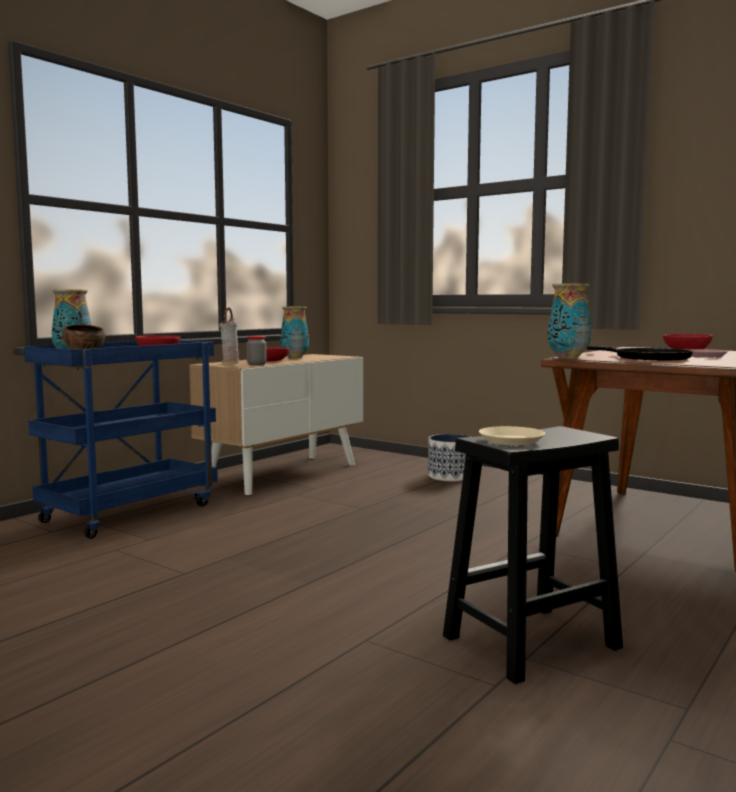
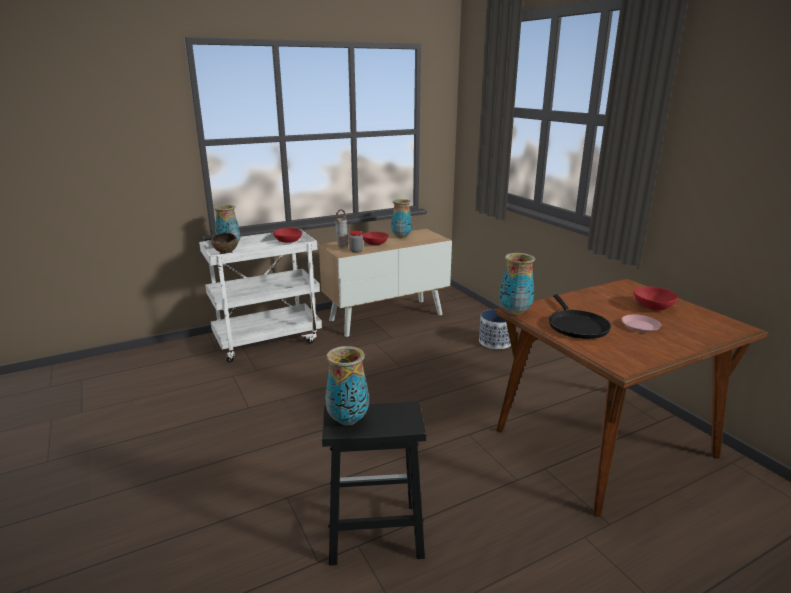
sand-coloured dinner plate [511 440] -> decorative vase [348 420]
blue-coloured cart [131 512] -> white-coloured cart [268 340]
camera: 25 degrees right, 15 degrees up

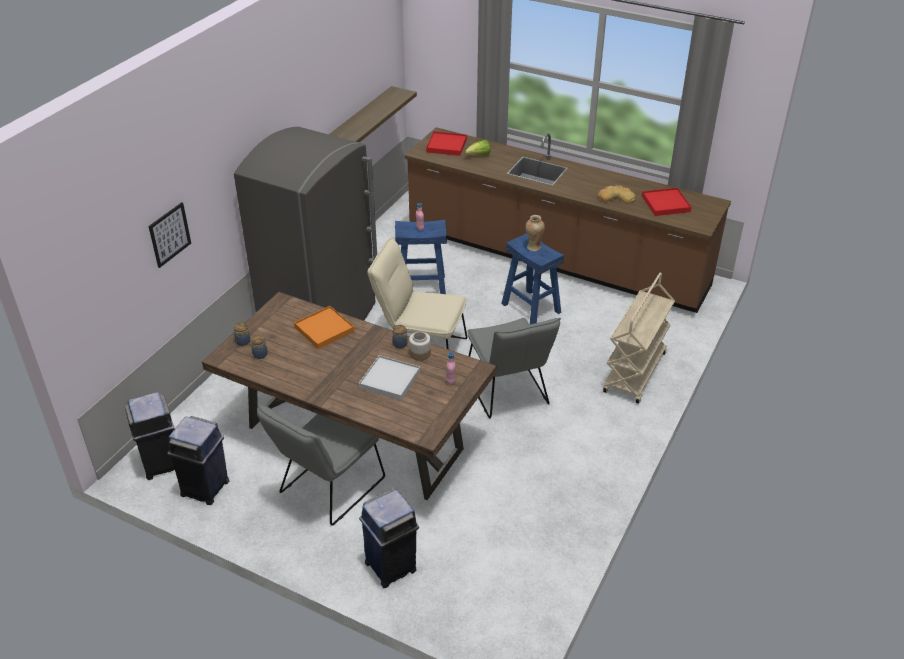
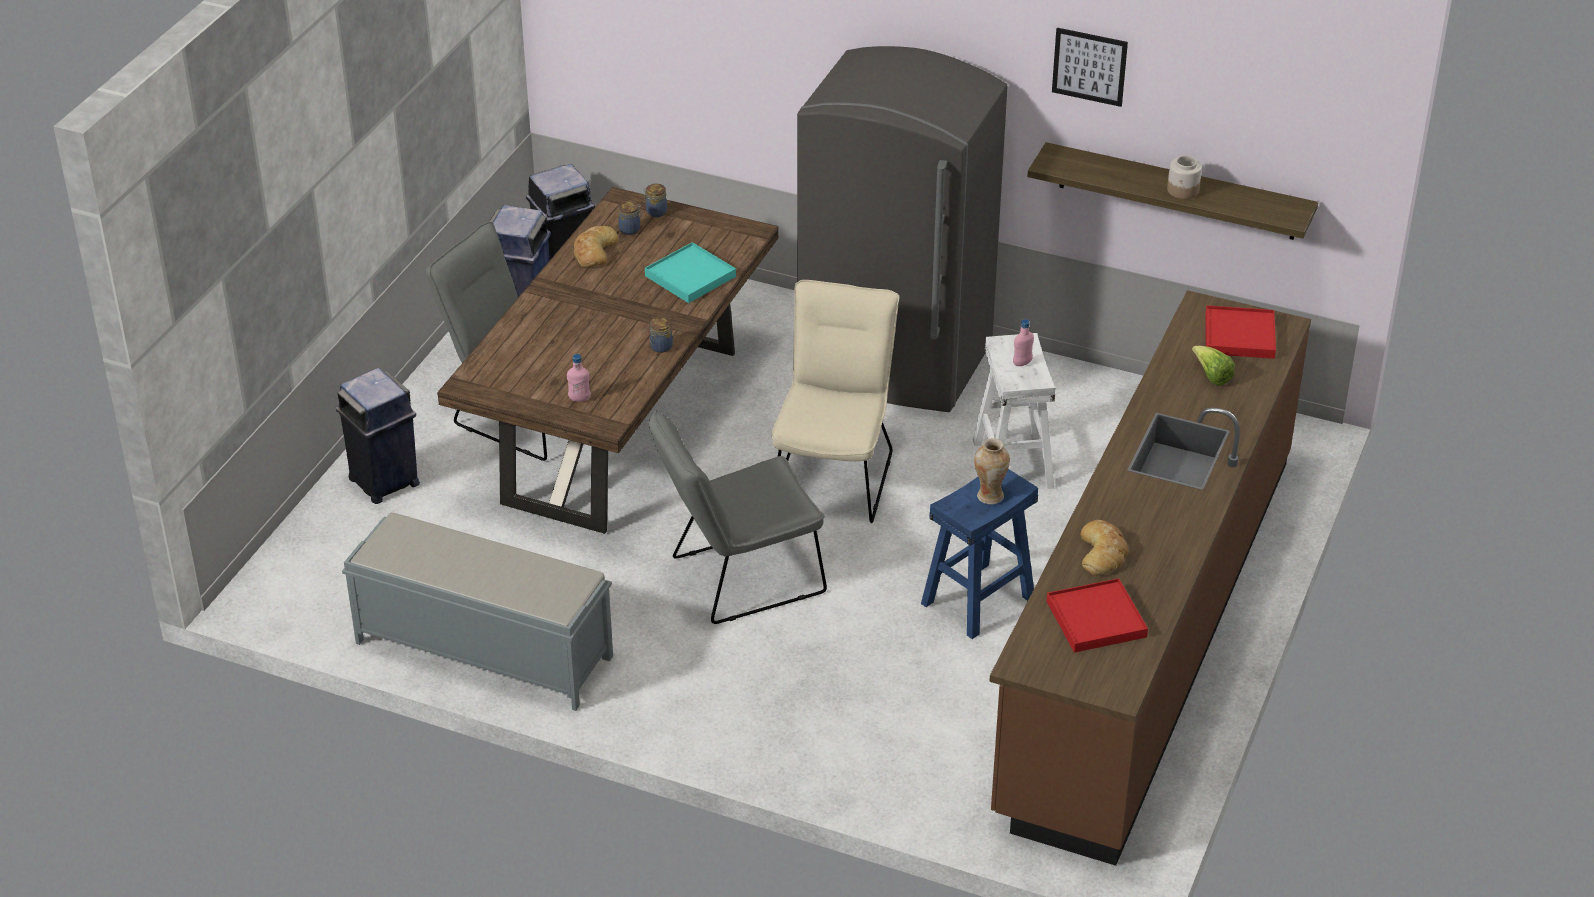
white-coloured serving tray [389 380] -> none
sand-coloured cart [635 373] -> none
none -> grey bench [482 649]
none -> baked bread [594 251]
wall picture [169 234] -> wall picture [1089 66], relocated
jar [420 353] -> jar [1183 190], relocated
orange serving tray [324 329] -> turquoise-coloured serving tray [690 276]
blue-coloured stool seat [422 286] -> white-coloured stool seat [1013 464]
camera: 85 degrees right, 0 degrees up

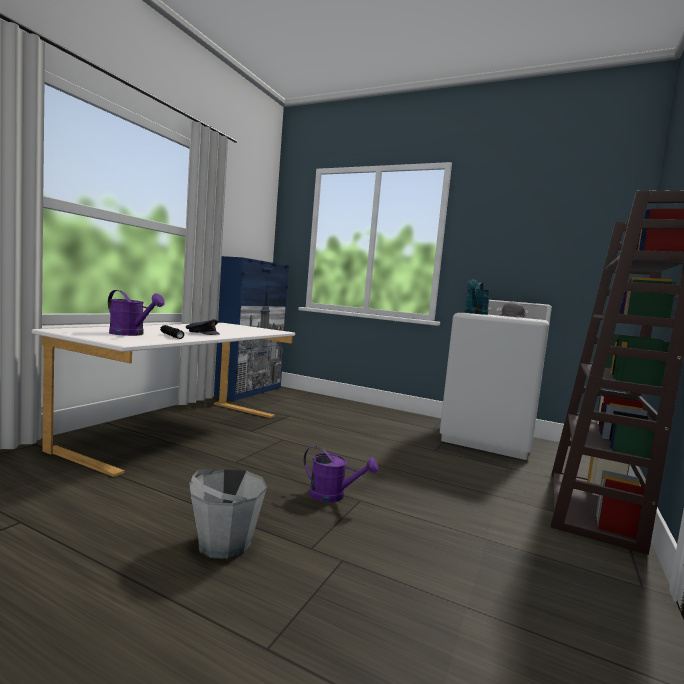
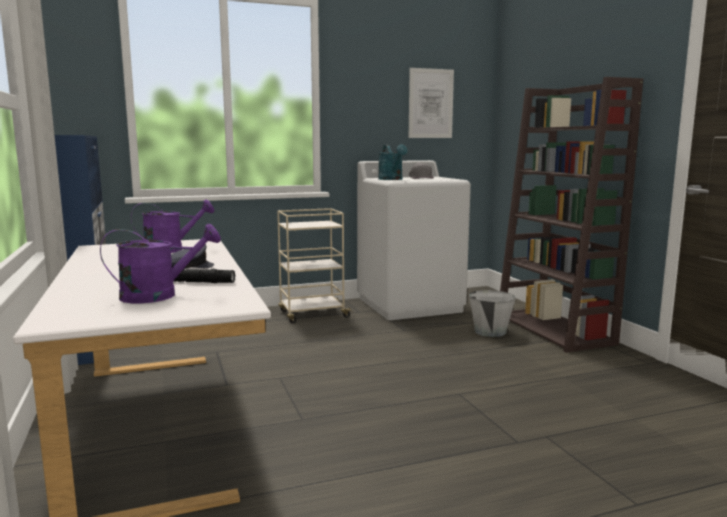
none -> sand-coloured cart [312 314]
none -> wall picture [430 103]
grey pail [224 543] -> grey pail [490 332], relocated
purple watering can [333 496] -> purple watering can [171 250], relocated
camera: 45 degrees left, 5 degrees up

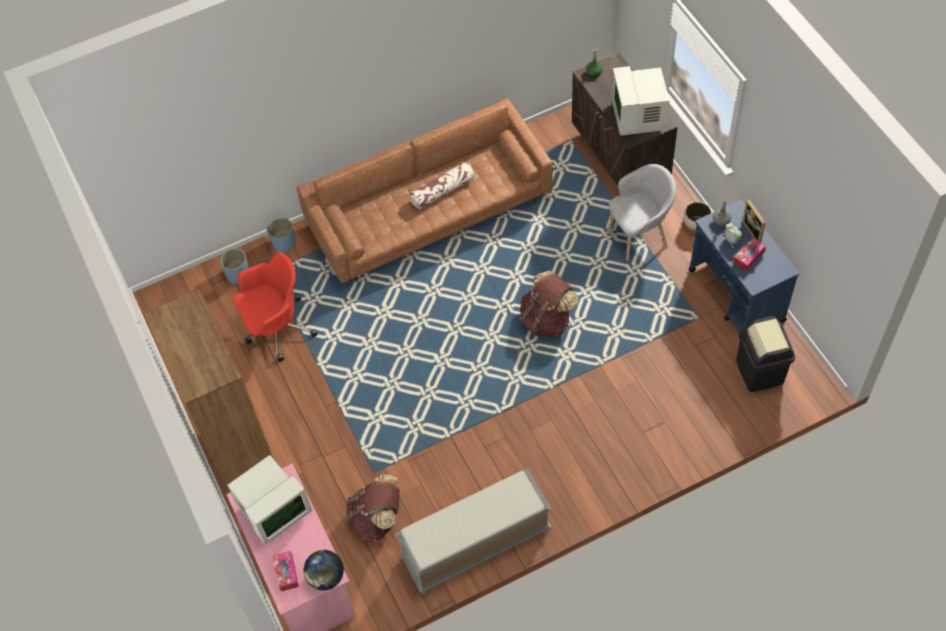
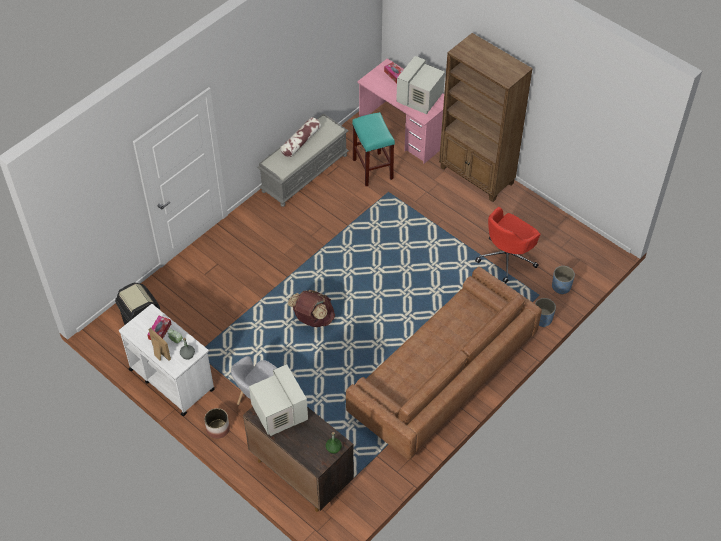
world globe [326 577] -> none
cushion [443 191] -> cushion [300 142], relocated
brownish knapsack [377 519] -> turquoise-coloured stool seat [372 169]
blue-coloured cart [737 296] -> white-coloured cart [171 379]
camera: 155 degrees right, 5 degrees down

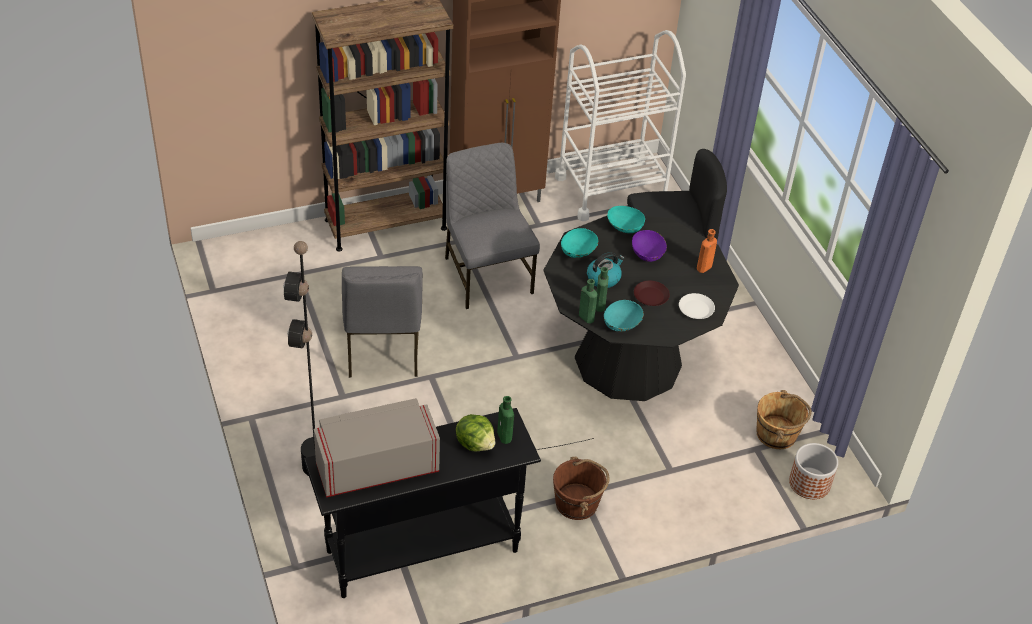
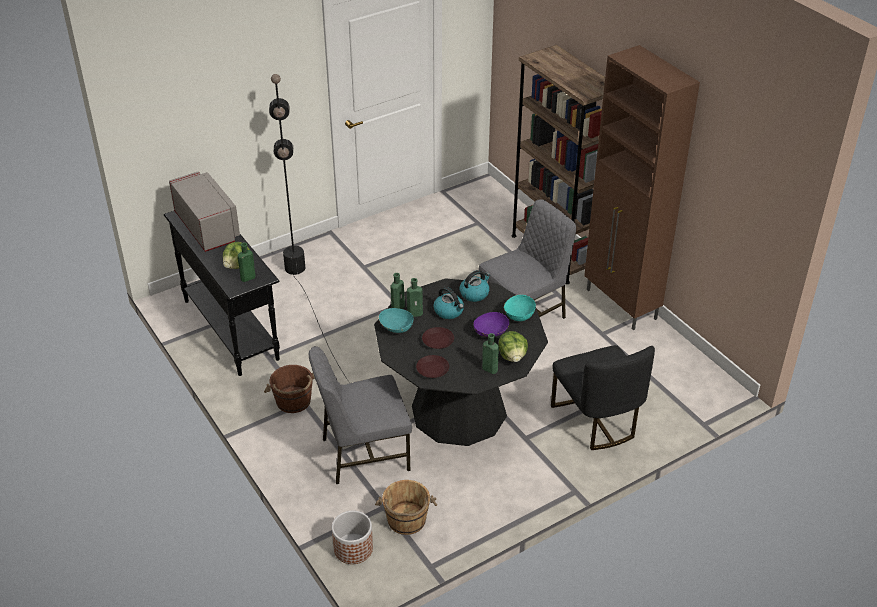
white-coloured cart [611 189] -> none
none -> lettuce head [512 356]
grey upright chair [382 348] -> grey upright chair [363 453], relocated
turquoise-coloured bowl [578 252] -> kettle [474 293]
white-coloured dinner plate [696 309] -> brownish dinner plate [432 369]
orange drink bottle [703 268] -> greenish drink bottle [488 369]
camera: 80 degrees right, 5 degrees down

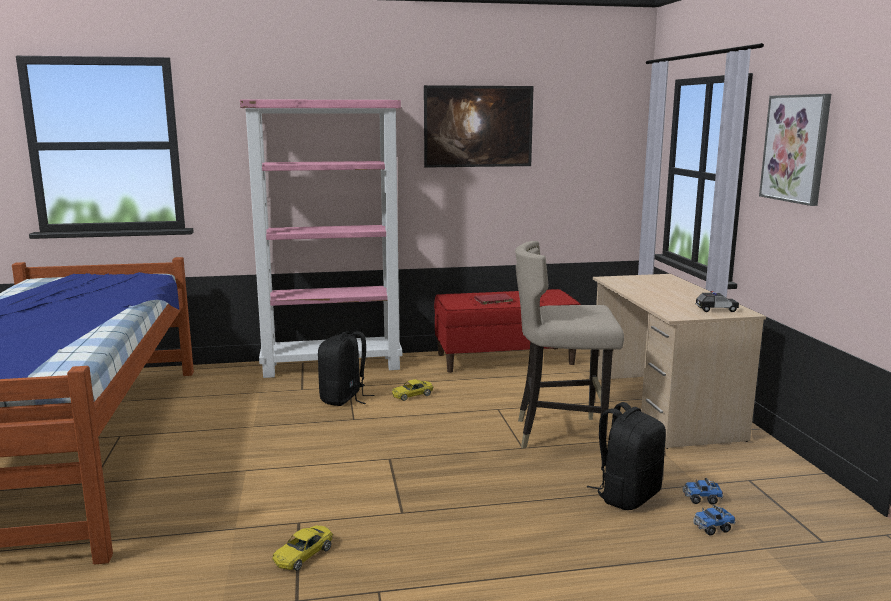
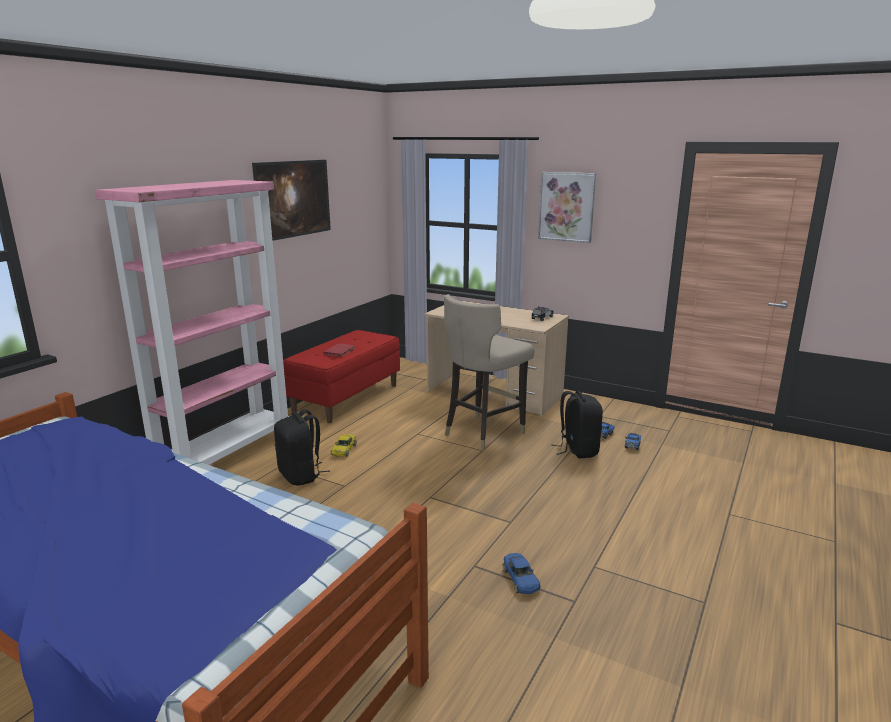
yellow-coloured model car [303 555] -> blue-coloured model car [520 579]
camera: 50 degrees left, 5 degrees up

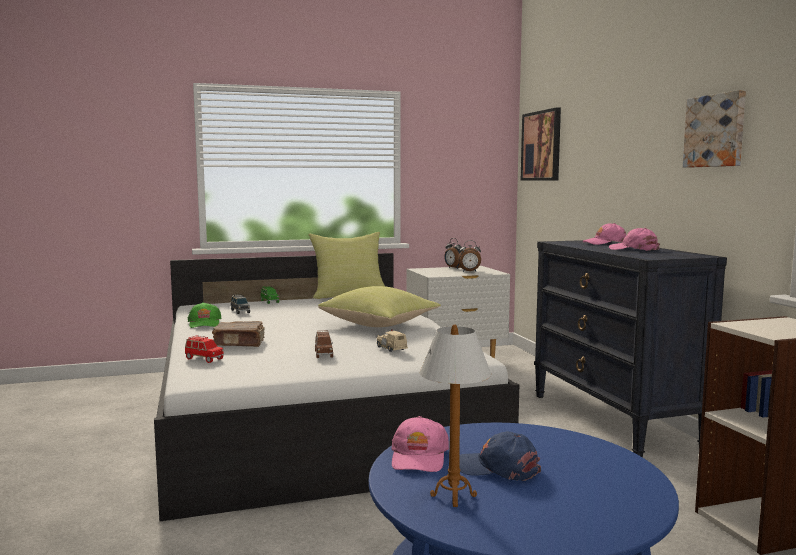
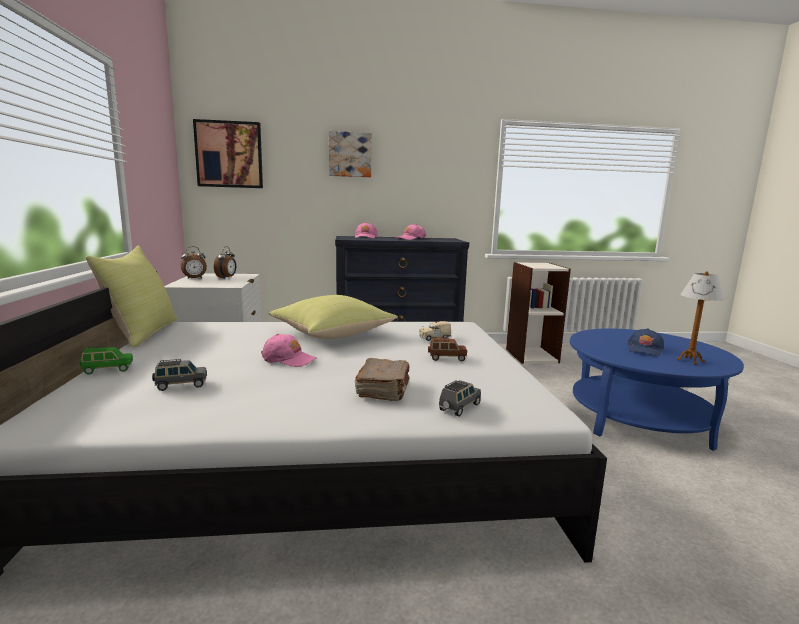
greenish peaked cap [204 323] -> none
pink-coloured peaked cap [419 456] -> pink-coloured peaked cap [288 359], relocated
wall picture [716 131] -> wall picture [350 154], relocated
reddish model car [204 359] -> grey model car [459 407]
camera: 80 degrees left, 5 degrees up

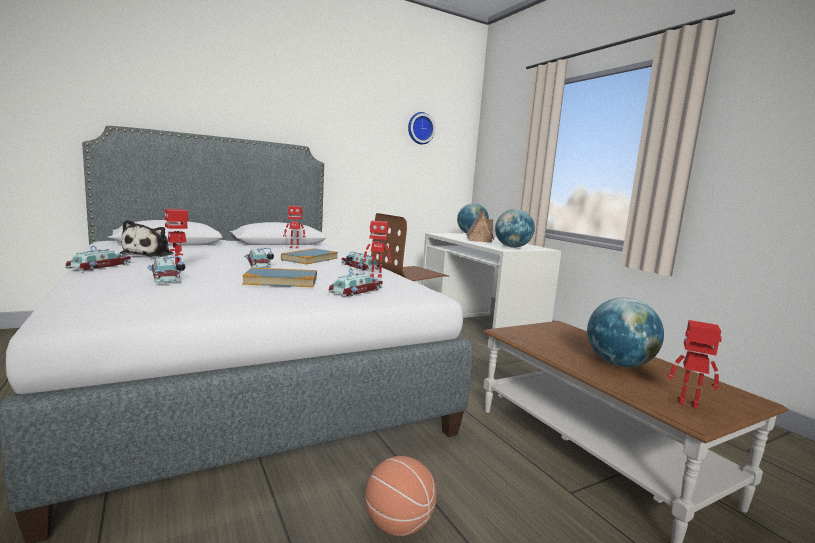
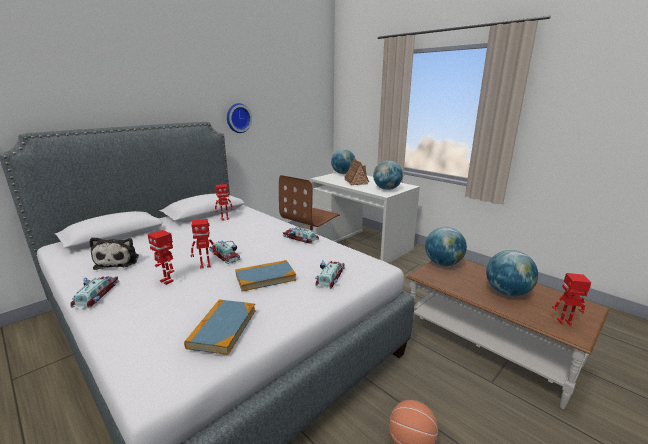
model car [167 277] -> none
none -> world globe [443 263]
bound book [310 259] -> bound book [223 328], relocated
model robot [376 276] -> model robot [205 265], relocated
clock on the wall [420 128] -> clock on the wall [238 118], relocated
camera: 15 degrees left, 10 degrees up

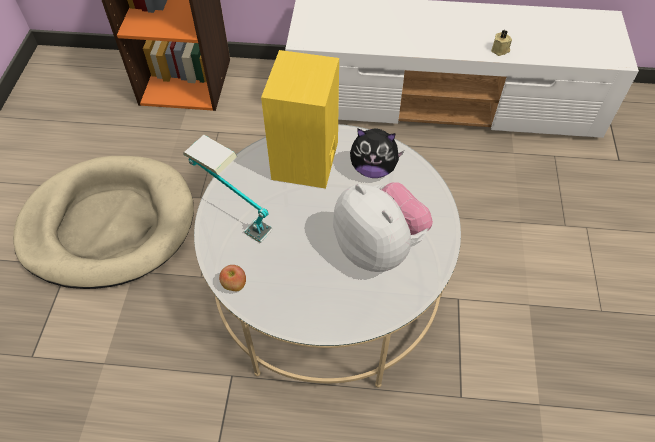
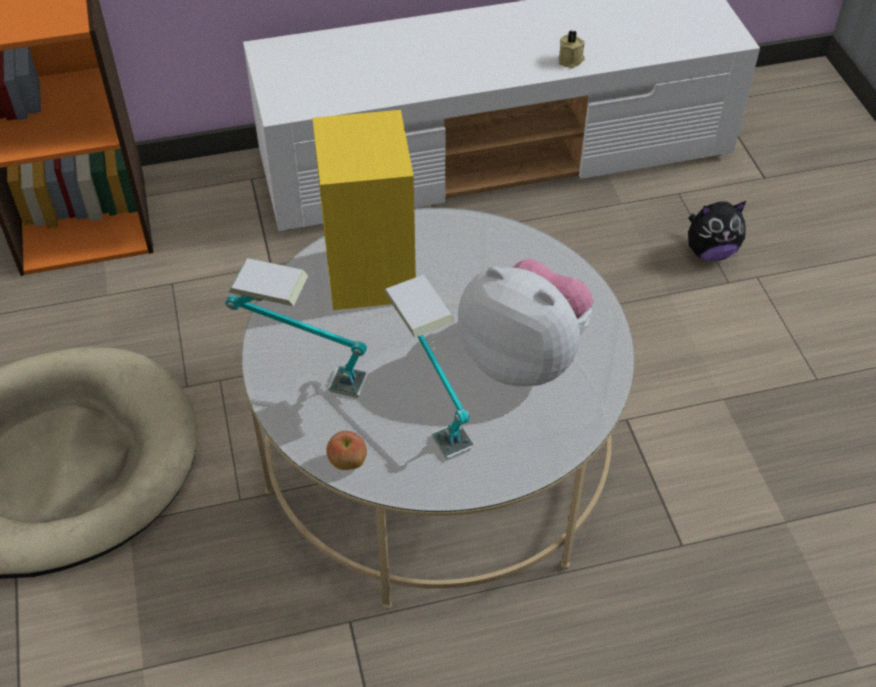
none -> lamp for a table [429 406]
soft toy [373 169] -> soft toy [710 252], relocated
camera: 20 degrees left, 5 degrees down

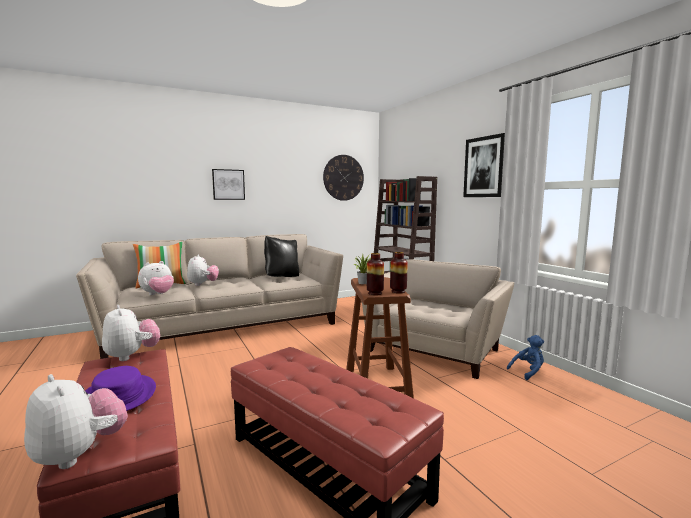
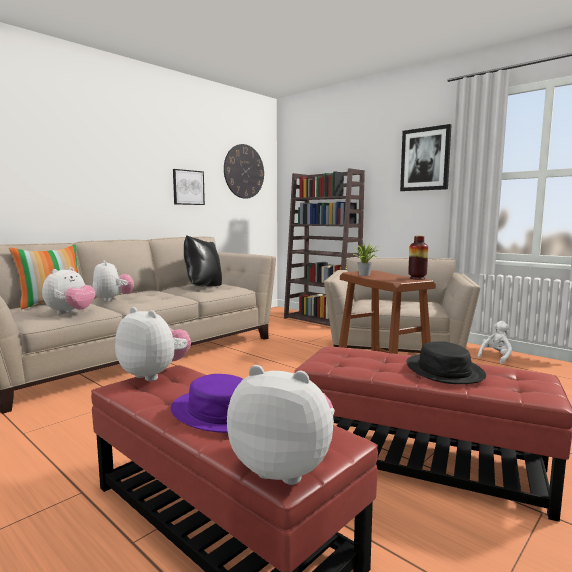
decorative vase [375 293] -> none
none -> blackish clothing hat [444 370]
wall picture [228 184] -> wall picture [188 187], relocated
blue-coloured soft toy [528 372] -> white-coloured soft toy [496 357]
camera: 20 degrees left, 0 degrees up

